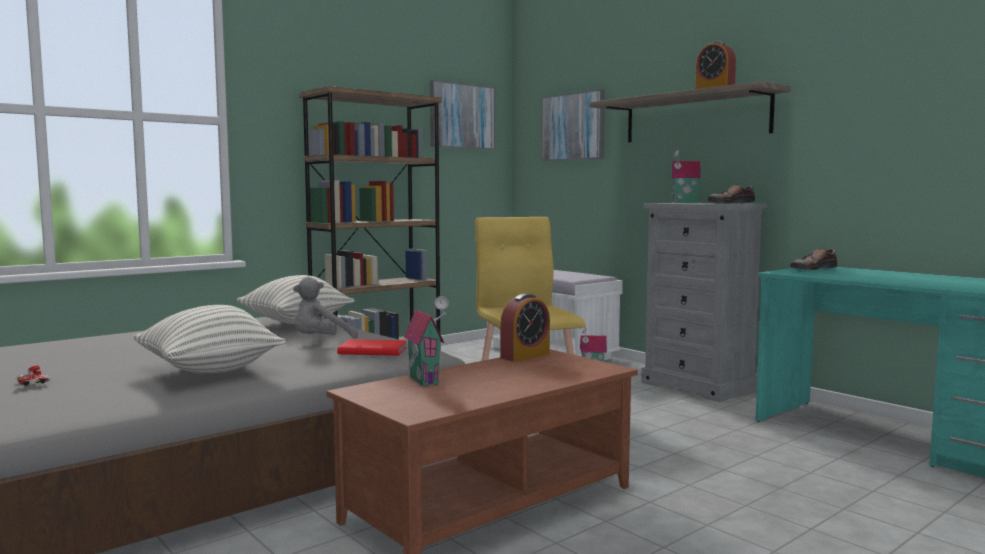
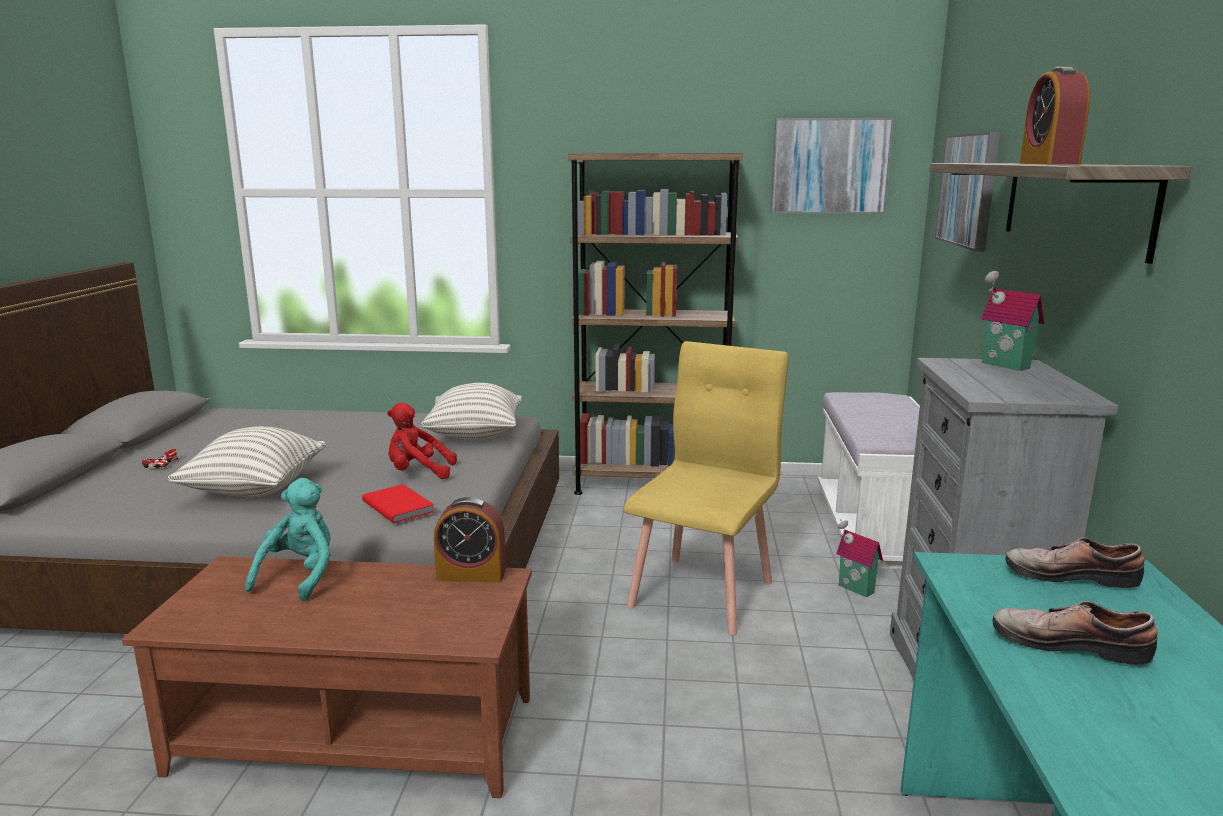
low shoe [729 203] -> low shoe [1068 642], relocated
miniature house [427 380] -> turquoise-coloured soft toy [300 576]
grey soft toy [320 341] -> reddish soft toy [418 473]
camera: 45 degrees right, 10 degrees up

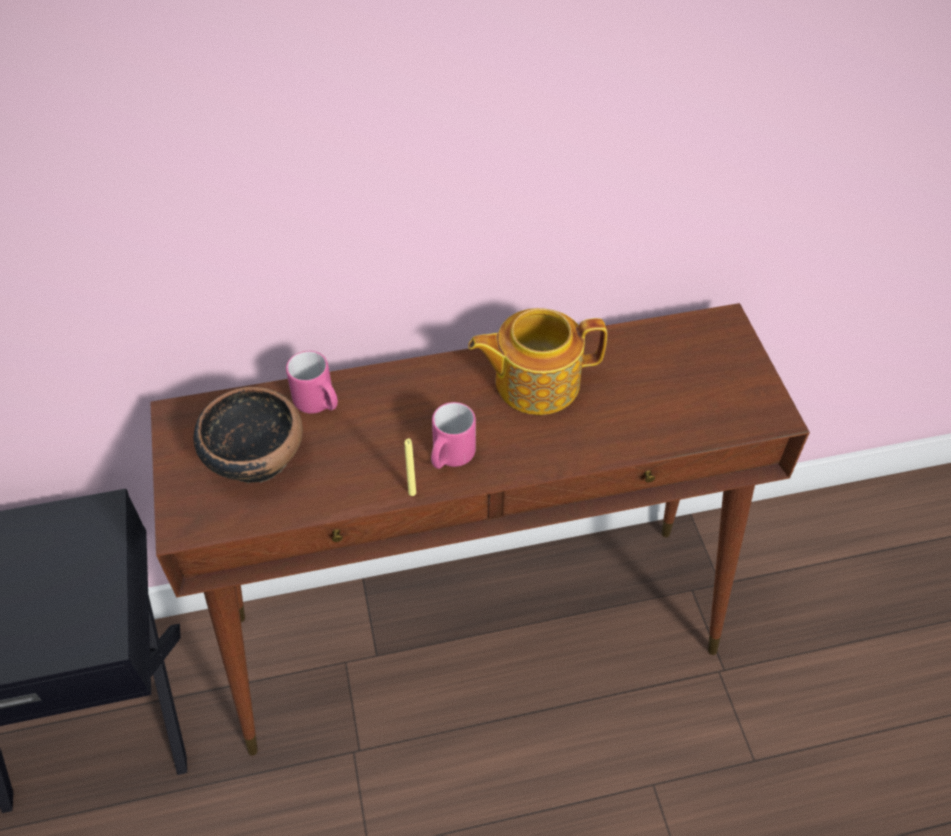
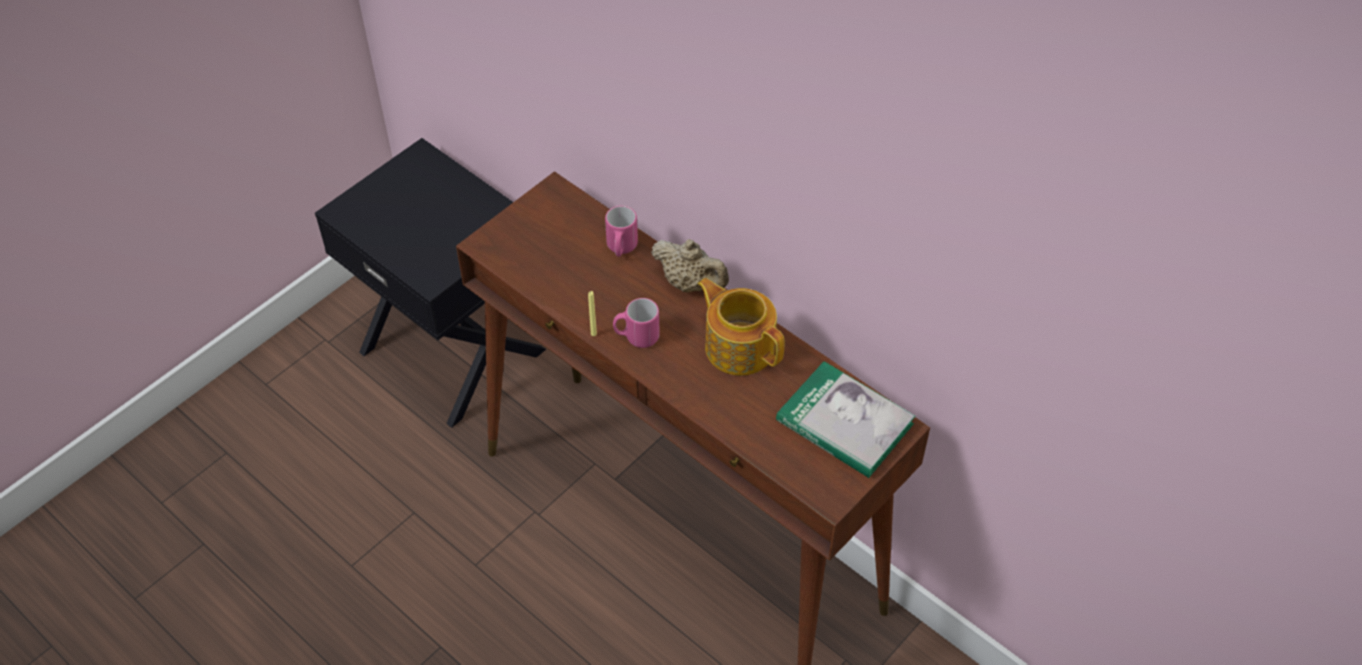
bowl [255 456] -> none
none -> sand-coloured teapot [690 283]
none -> bound book [844 423]
camera: 55 degrees right, 0 degrees up

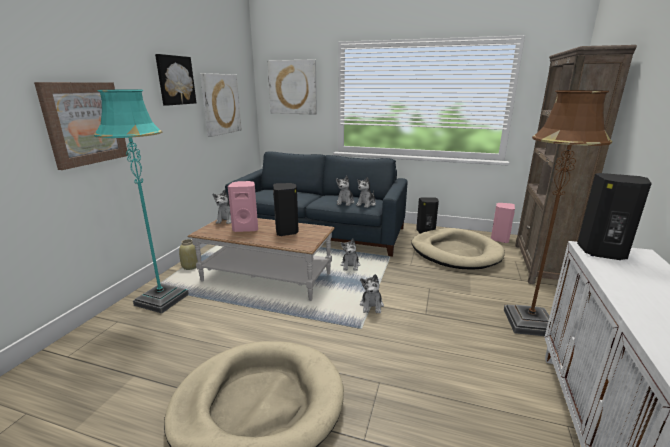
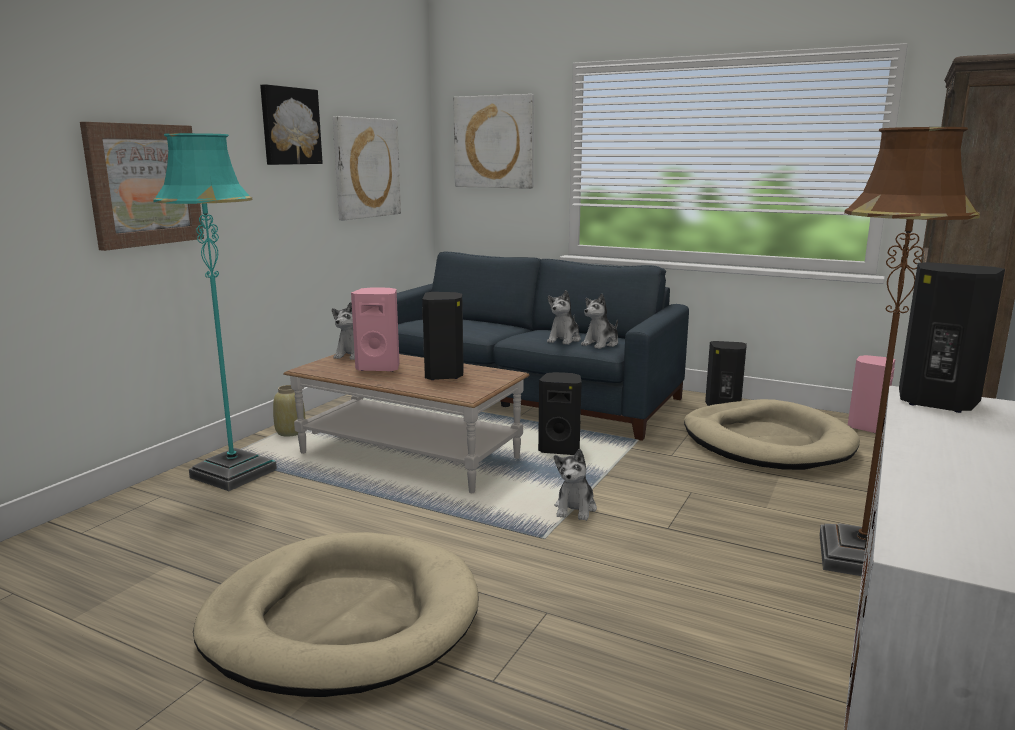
soft toy [350 265] -> blackish speaker [560 449]
camera: 10 degrees right, 5 degrees down

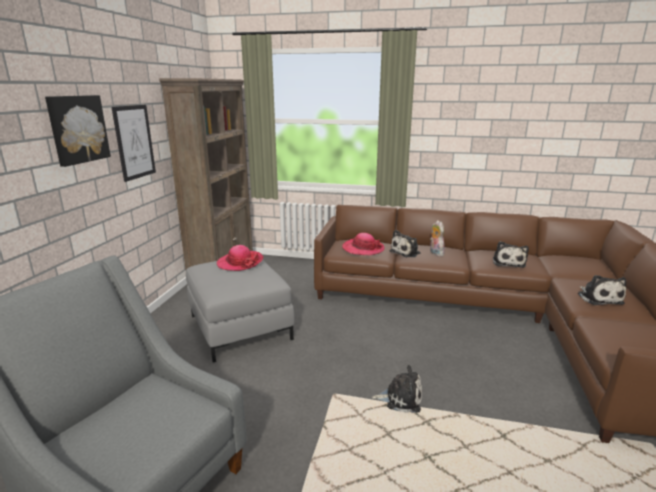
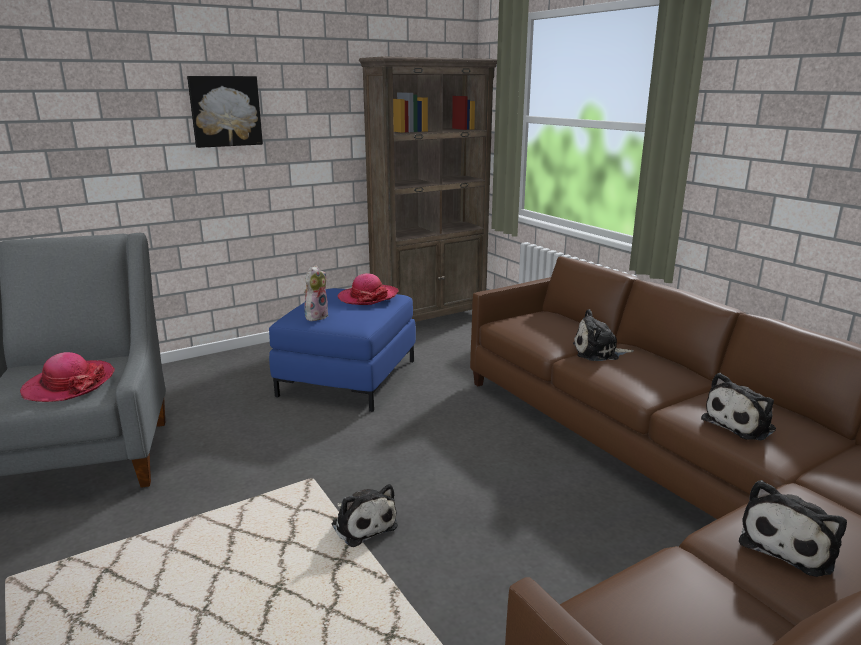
wall picture [134 142] -> none
clothing hat [363 248] -> clothing hat [69 384], relocated
soft toy [435 253] -> soft toy [316 316], relocated
grey footrest [240 327] -> blue-coloured footrest [349 377]
camera: 45 degrees right, 0 degrees up

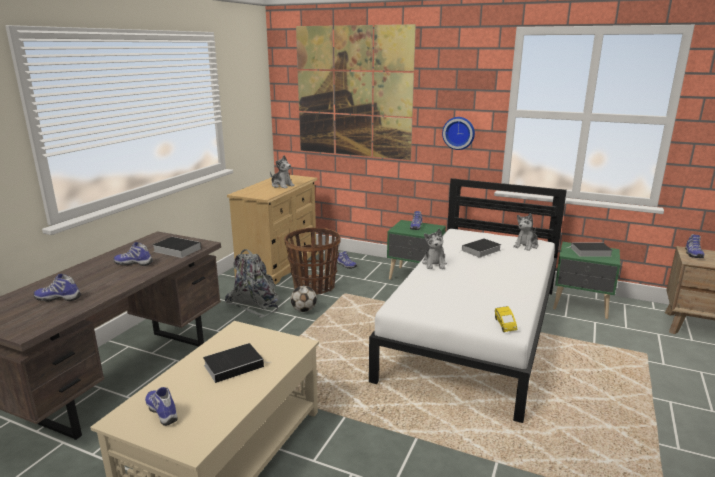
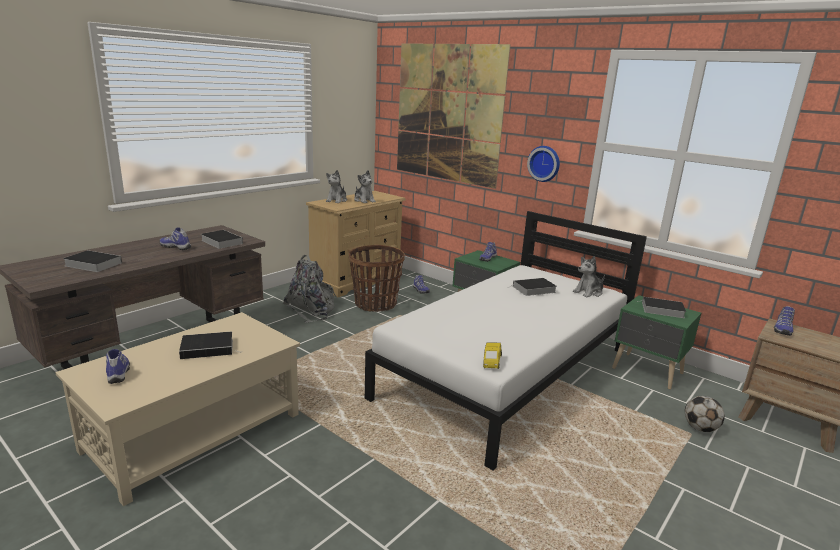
ball for football [304 310] -> ball for football [700 428], relocated
soft toy [434 264] -> soft toy [337 200], relocated
low shoe [59 298] -> bound book [91 264]
camera: 15 degrees right, 0 degrees up

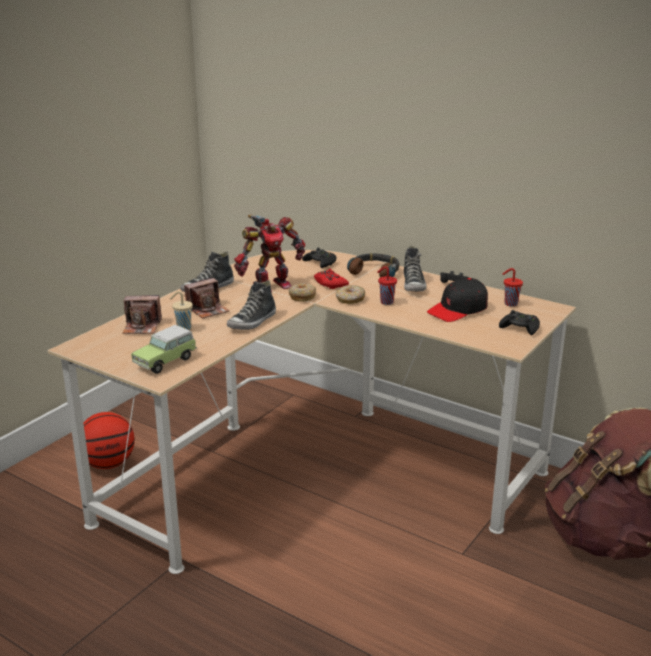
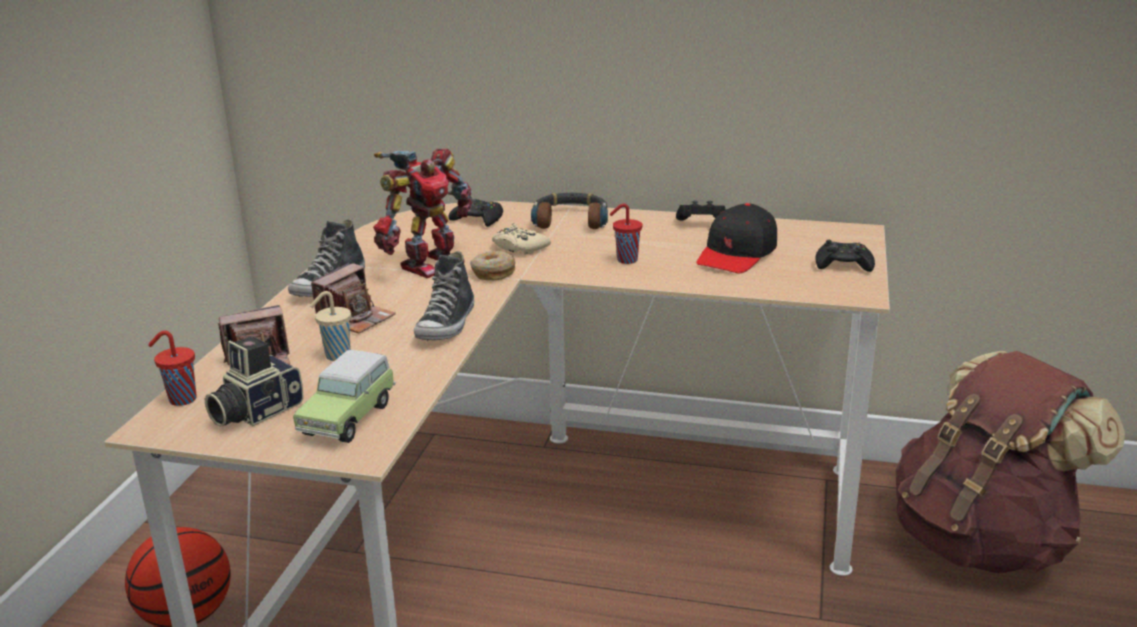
doughnut [350 299] -> none
low shoe [413 285] -> none
none -> still camera [255 411]
reddish small cup [510 304] -> reddish small cup [181 400], relocated
reddish game controller [330 284] -> sand-coloured game controller [519 247]
camera: 20 degrees left, 0 degrees up

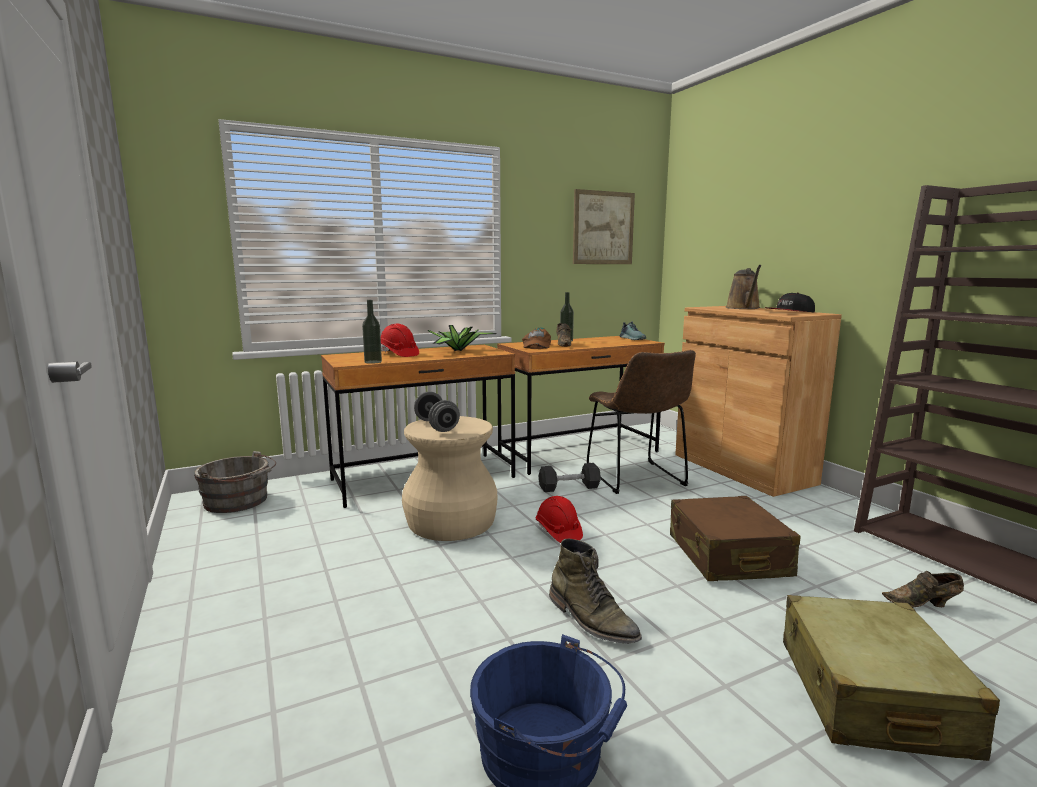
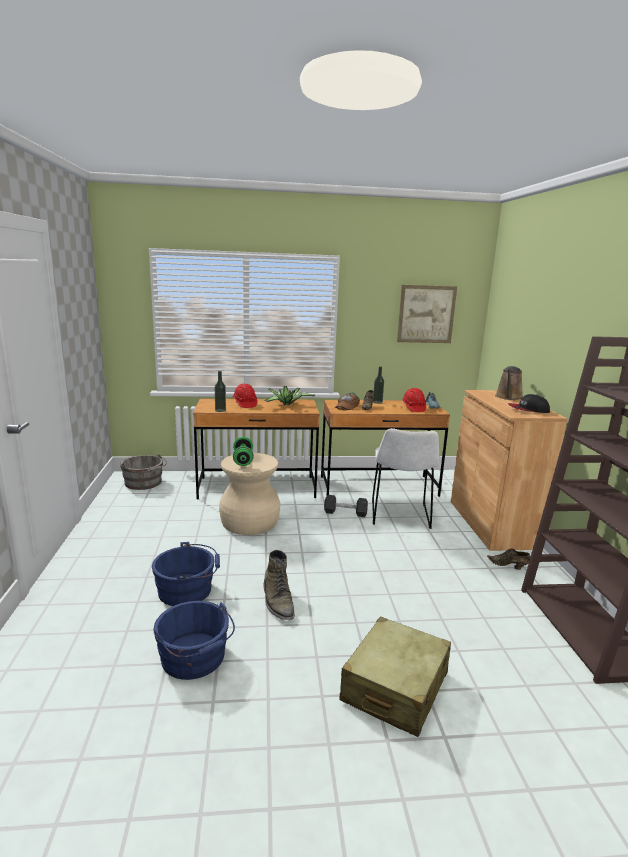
brownish piece of luggage [727 556] -> none
none -> blue-coloured pail [188 590]
reddish safety helmet [558 532] -> reddish safety helmet [413 408], relocated
brownish low shoe [923 604] -> brownish low shoe [509 566], relocated
grey hand weight [436 426] -> greenish hand weight [243 460]
brownish upright chair [637 479] -> white-coloured upright chair [400 516]
camera: 20 degrees right, 5 degrees up

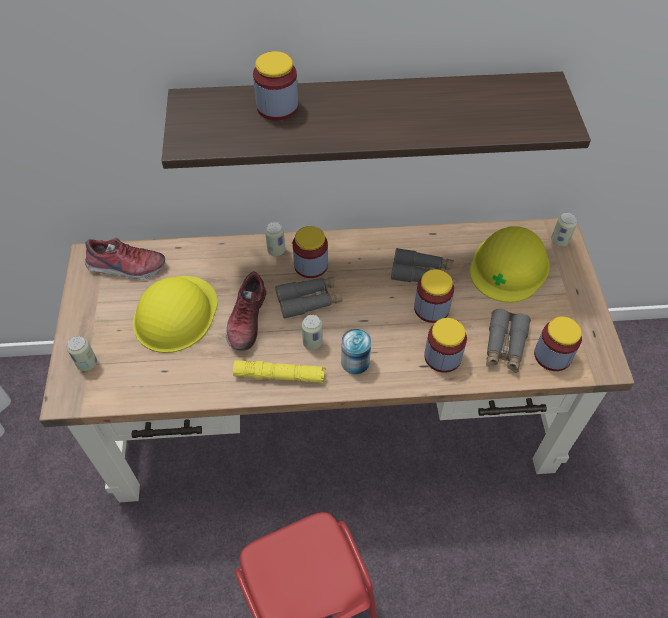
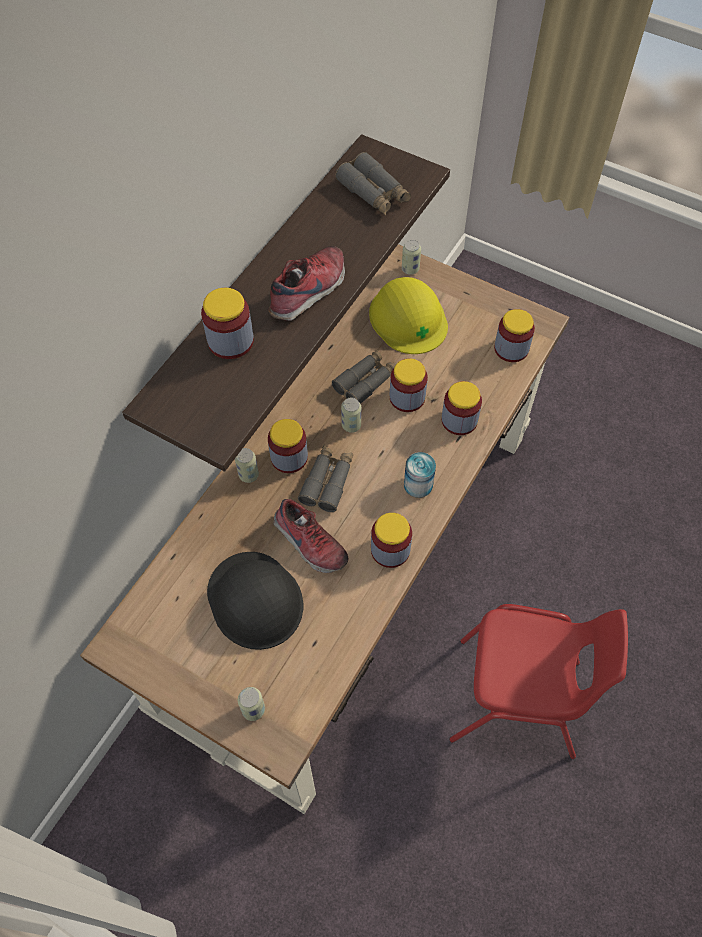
low shoe [126 268] -> low shoe [310 291], relocated
metal can [312 342] -> metal can [351 425], relocated
grey field glasses [504 346] -> grey field glasses [374 193], relocated
yellow-coloured flashlight [280 376] -> jar [390 550]
yellow-coloured safety helmet [175 314] -> blackish safety helmet [255 600]
camera: 55 degrees left, 5 degrees up

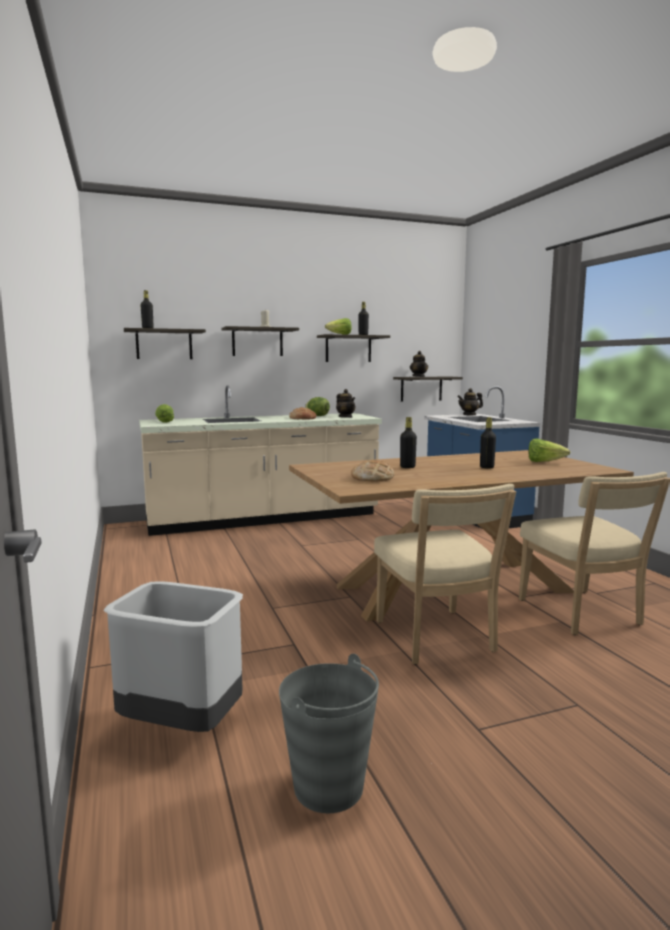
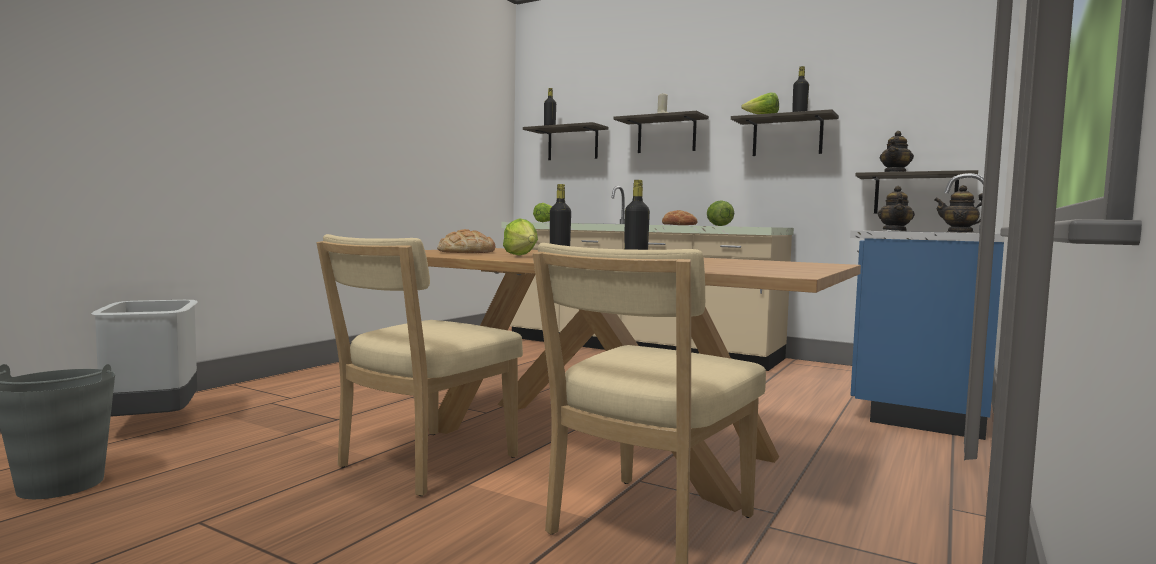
teapot [345 417] -> teapot [895 231], relocated
lettuce head [544 462] -> lettuce head [522 256], relocated
camera: 50 degrees right, 5 degrees down

